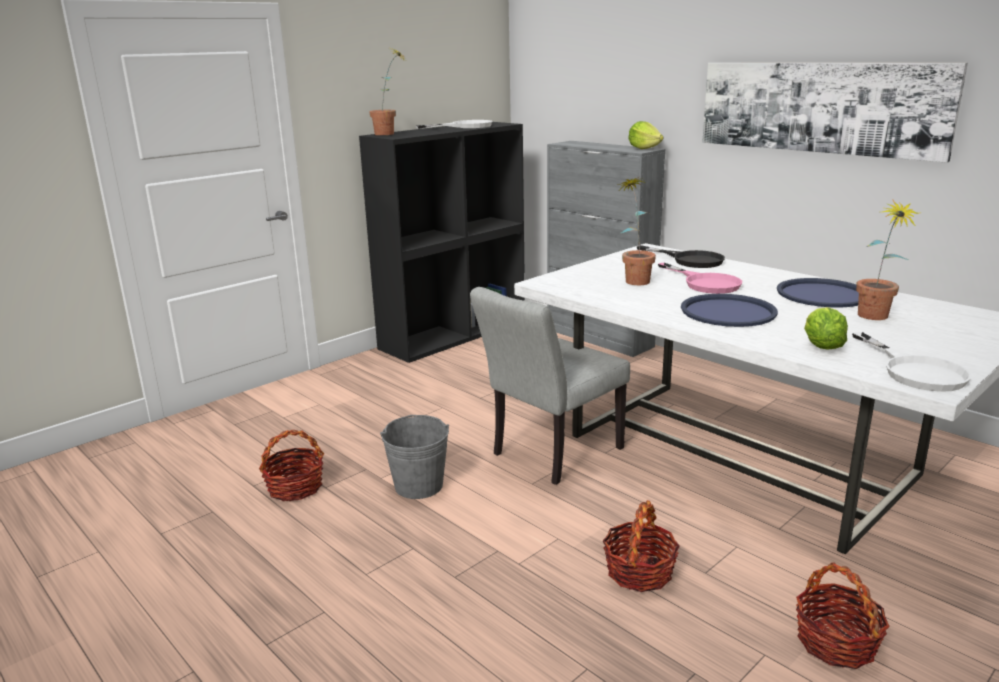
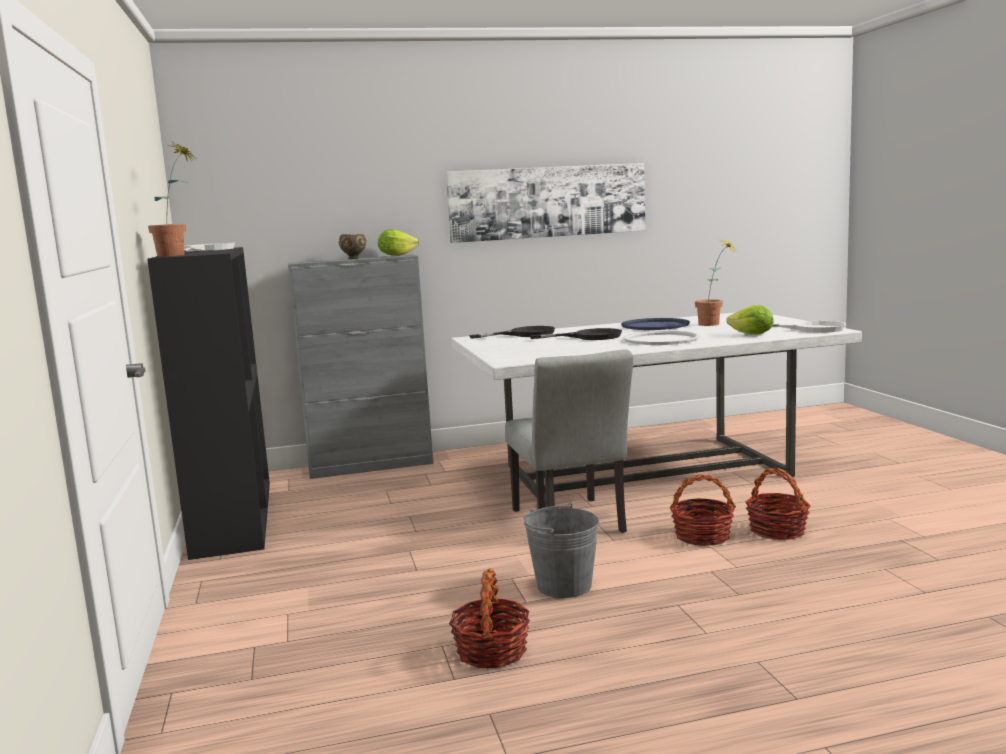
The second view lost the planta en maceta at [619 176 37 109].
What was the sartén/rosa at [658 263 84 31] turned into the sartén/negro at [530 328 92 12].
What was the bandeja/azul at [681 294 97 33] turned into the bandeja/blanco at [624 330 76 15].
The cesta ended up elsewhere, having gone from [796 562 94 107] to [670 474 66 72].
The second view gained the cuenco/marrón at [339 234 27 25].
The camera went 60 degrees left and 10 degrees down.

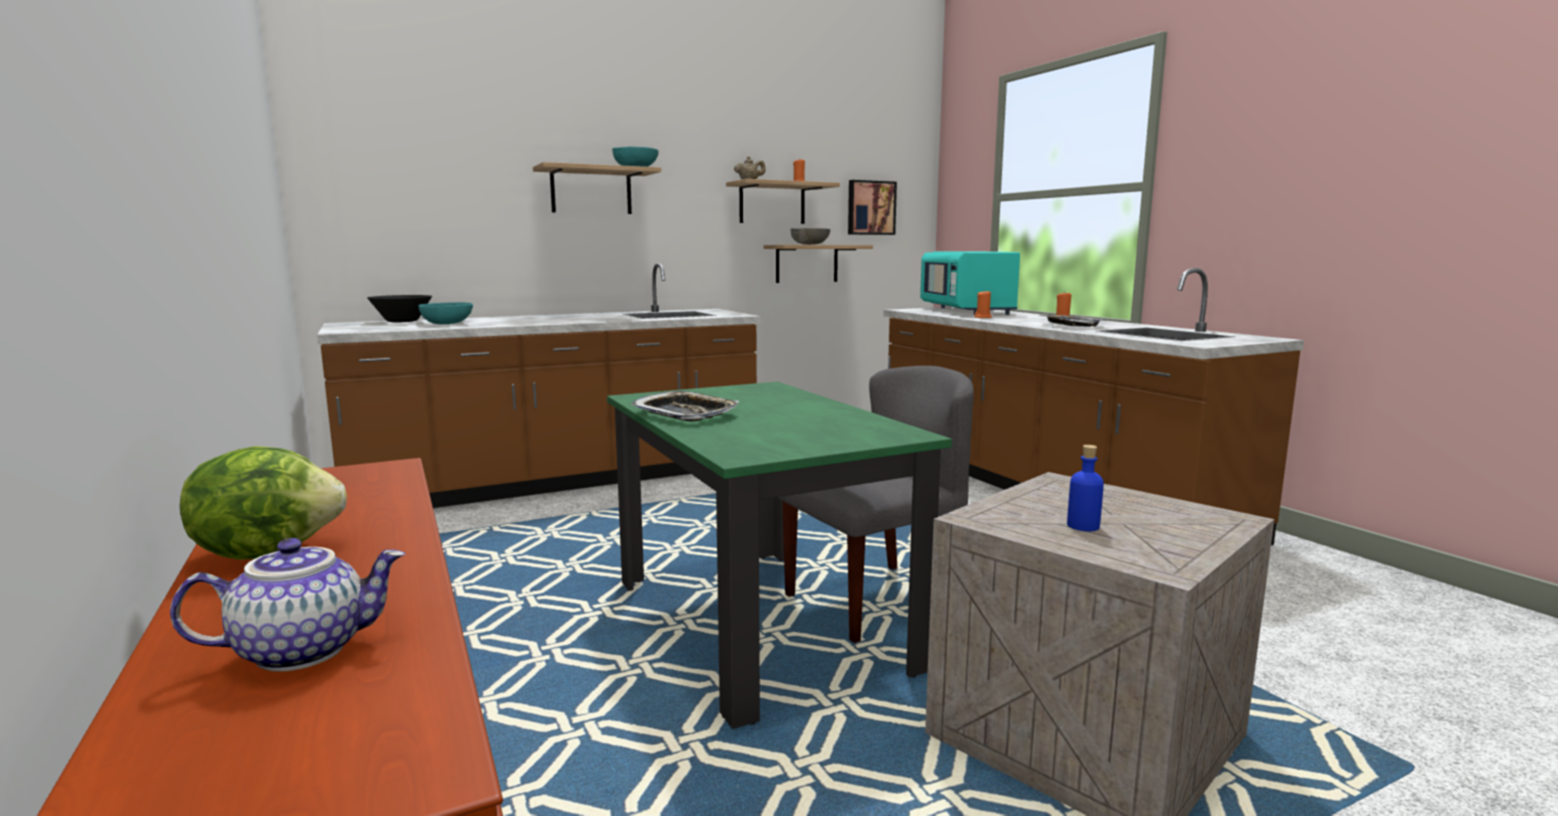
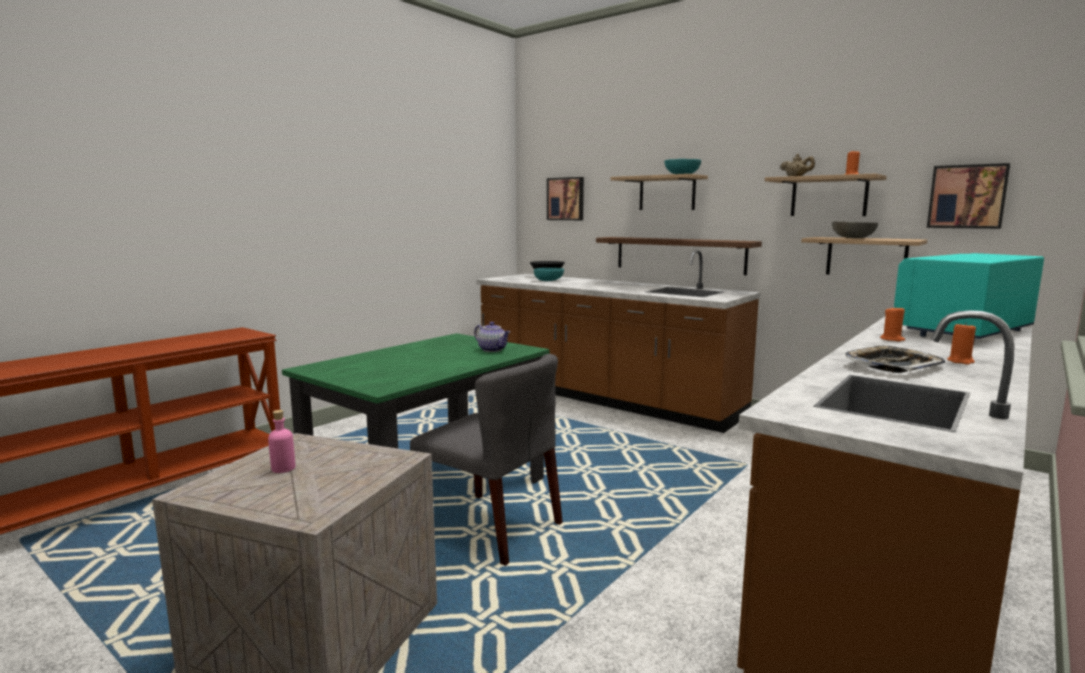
The second view lost the bandeja at [631 391 108 30].
What was the botella/azul at [1067 445 37 86] turned into the botella/rosa at [268 410 27 63].
The second view lost the lechuga at [180 446 167 114].
The tetera ended up elsewhere, having gone from [170 538 235 134] to [474 322 36 30].
The second view gained the cuadro at [547 177 37 43].
The second view gained the estante/marrón at [596 237 166 38].
The camera went 65 degrees right and 0 degrees up.

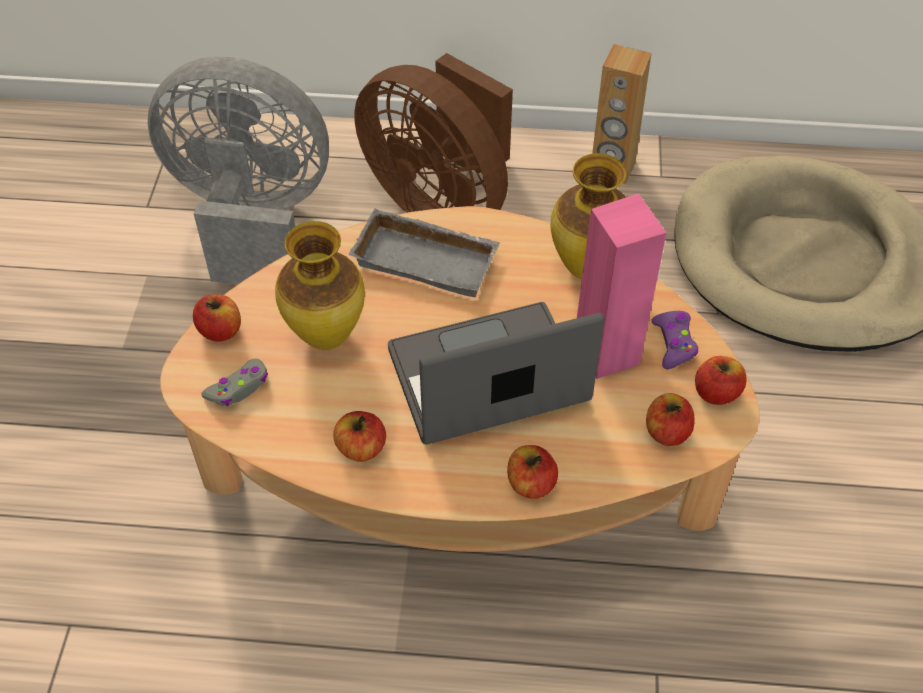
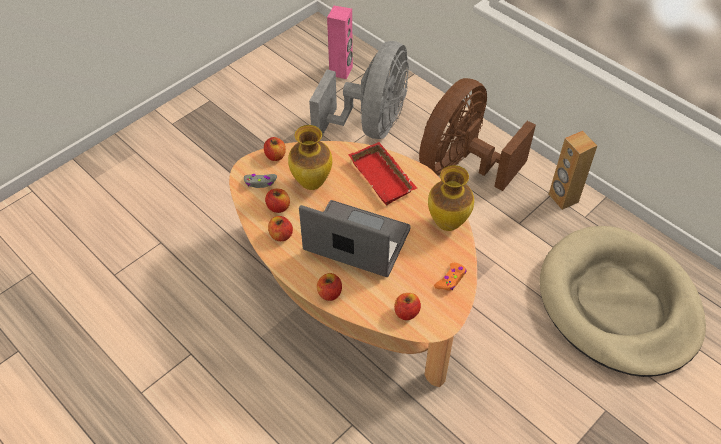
The ventilador/marrón at [354 53 159 160] ended up facing another way, 45 degrees clockwise from before.
The ventilador/gris at [148 57 181 228] ended up facing another way, 60 degrees clockwise from before.
The altavoz/rosa ended up elsewhere, having gone from [577 193 89 186] to [327 6 26 73].
What was the bandeja/gris at [349 208 151 89] turned into the bandeja/rojo at [349 142 68 63].
What was the mando de consola/morado at [651 311 47 59] turned into the mando de consola/naranja at [434 263 32 28].
The manzana ended up elsewhere, having gone from [695 356 52 49] to [265 189 25 24].
The camera went 40 degrees right and 0 degrees up.

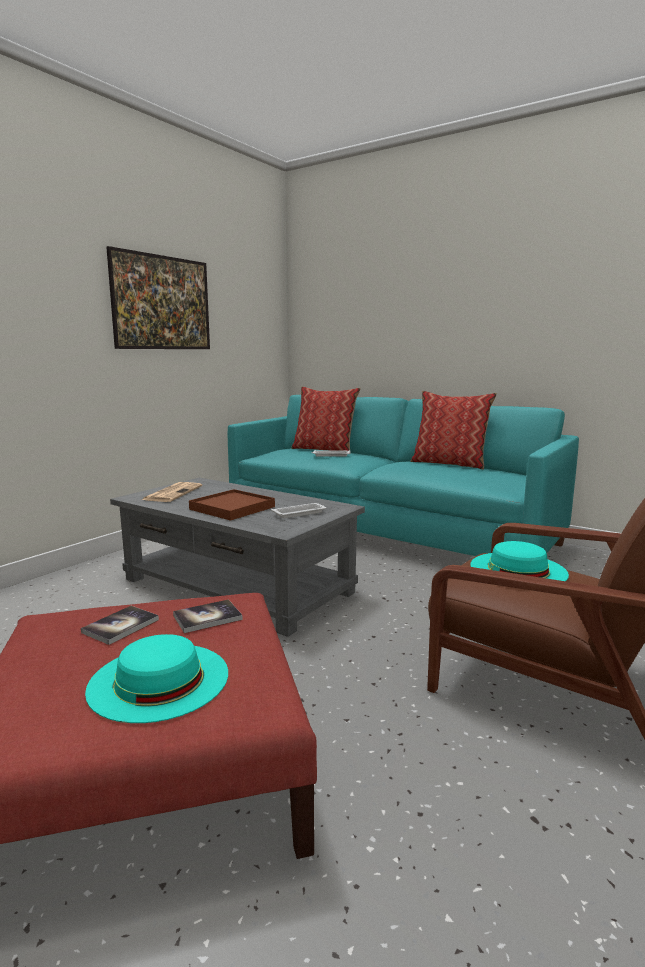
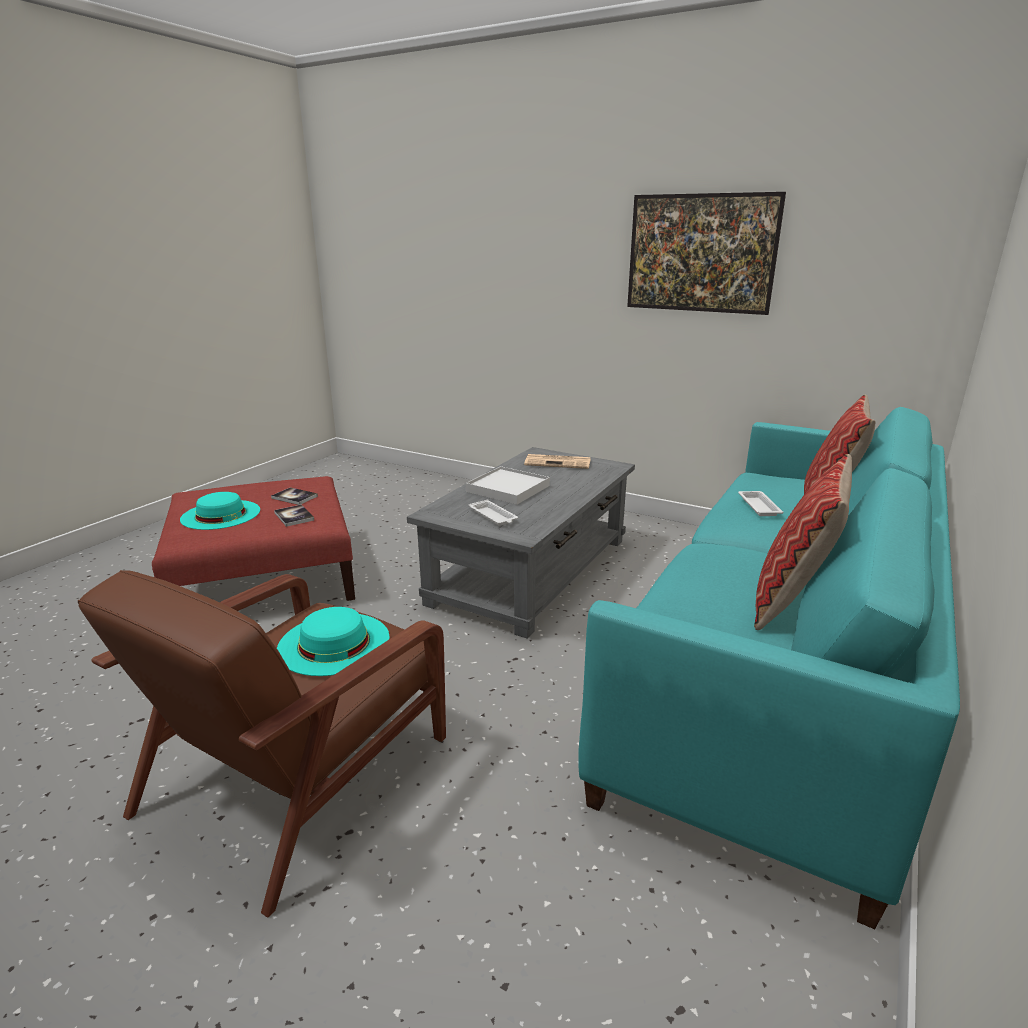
What was the bandeja/marrón at [189 489 86 32] turned into the bandeja/blanco at [466 466 84 39].
The camera went 85 degrees right and 10 degrees up.

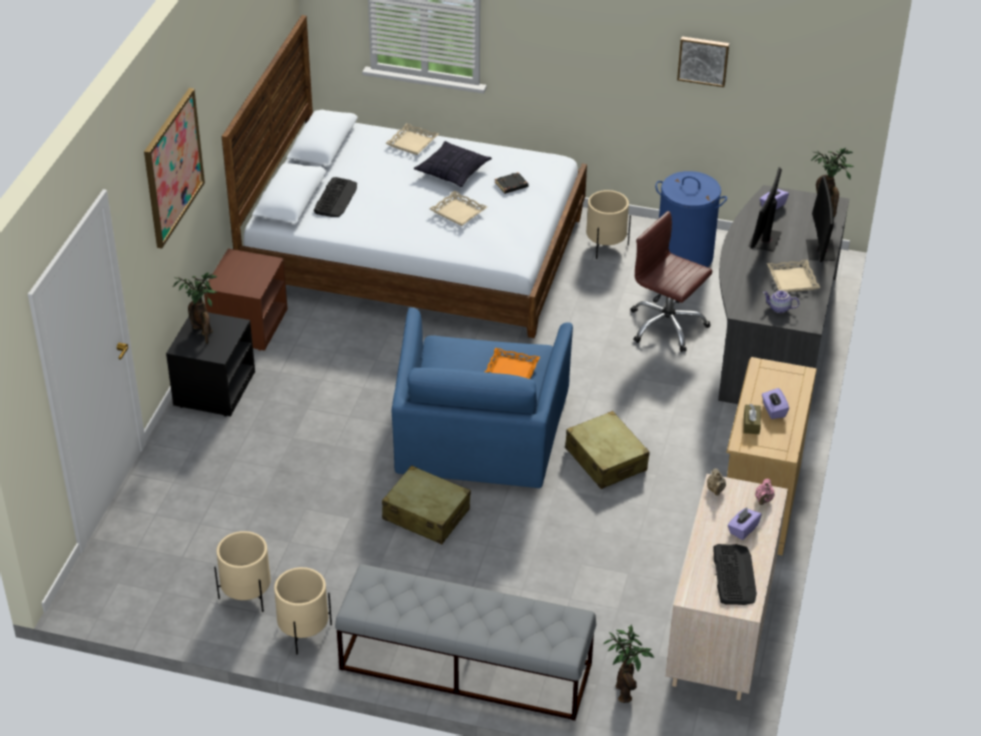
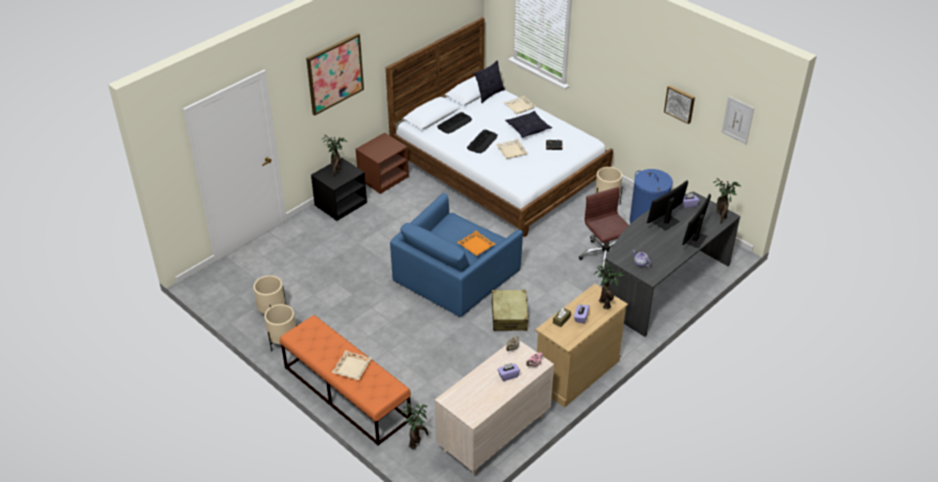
The bandeja/beis ended up elsewhere, having gone from [767 260 53 32] to [332 350 40 30].
The second view lost the maleta/beis at [382 465 89 79].
The teclado ended up elsewhere, having gone from [713 544 44 61] to [467 130 31 23].
What was the banco/gris at [335 564 261 157] turned into the banco/naranja at [280 315 131 131].
The second view gained the cojín at [474 60 31 43].
The second view gained the cuadro at [722 96 32 48].
The second view gained the planta en maceta at [594 261 31 48].
The camera went 30 degrees right and 0 degrees up.

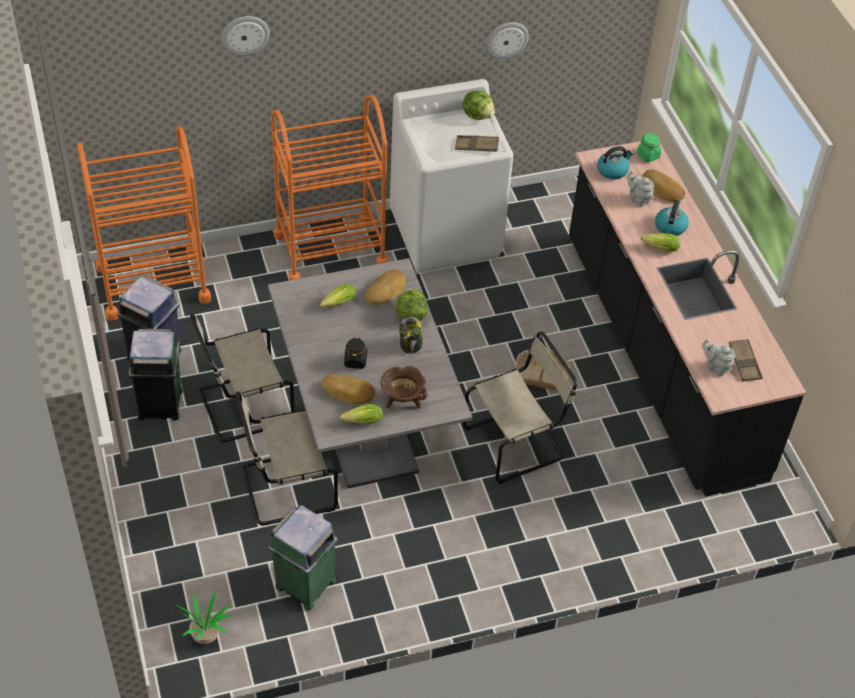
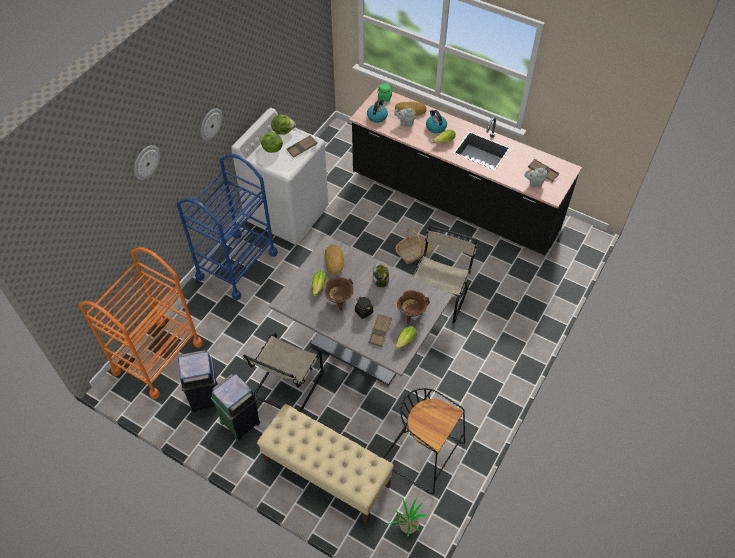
The reloj de pared ended up elsewhere, having gone from [485 22 44 37] to [201 108 21 33].
What was the carrito/naranja at [271 95 117 186] turned into the carrito/azul at [177 154 101 146].
The lechuga ended up elsewhere, having gone from [396 289 32 32] to [260 132 23 21].
Where the pan stood at [321 374 54 30], the bandeja/marrón came to stand at [368 314 24 33].
The second view lost the silla/beis at [236 391 102 134].
Where the papelera/verde stood at [268 505 70 106], the taburete/negro came to stand at [383 388 82 106].
The second view gained the olla/marrón at [325 277 29 34].
The second view gained the banco/beis at [257 404 137 119].
The camera went 40 degrees left and 5 degrees up.

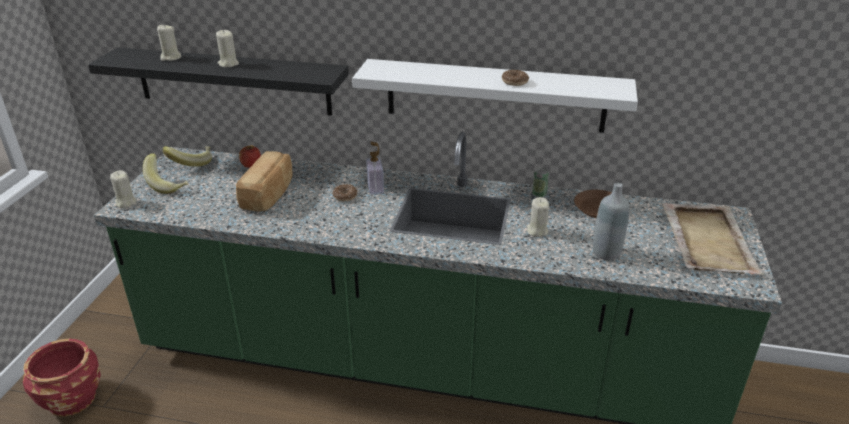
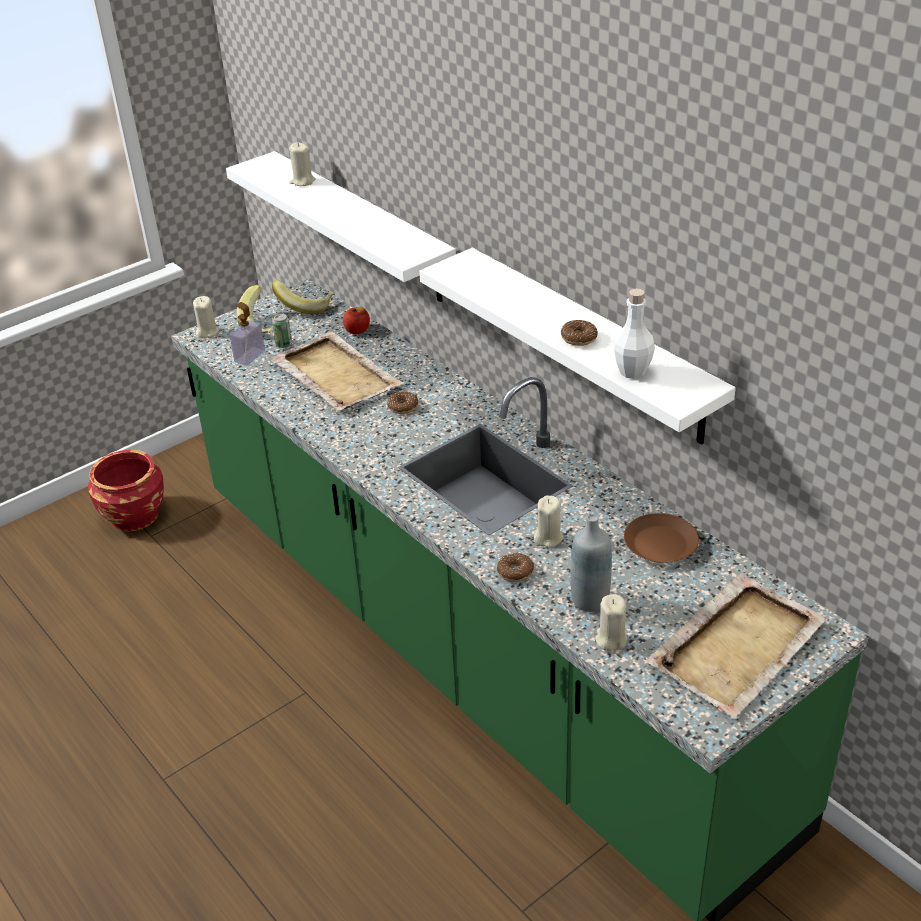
The vela/beis ended up elsewhere, having gone from [216 30 23 37] to [595 594 32 57].
What was the estante/negro at [88 47 261 69] turned into the estante/blanco at [226 151 230 151].
The dispensador de jabón ended up elsewhere, having gone from [366 142 18 53] to [230 302 35 64].
Where the pan stood at [236 151 57 61], the bandeja/beis came to stand at [269 331 135 80].
The lata ended up elsewhere, having gone from [532 168 17 29] to [272 313 20 35].
The second view gained the botella/blanco at [613 289 42 90].
The second view gained the rosquilla at [497 553 37 29].
The camera went 40 degrees right and 5 degrees up.

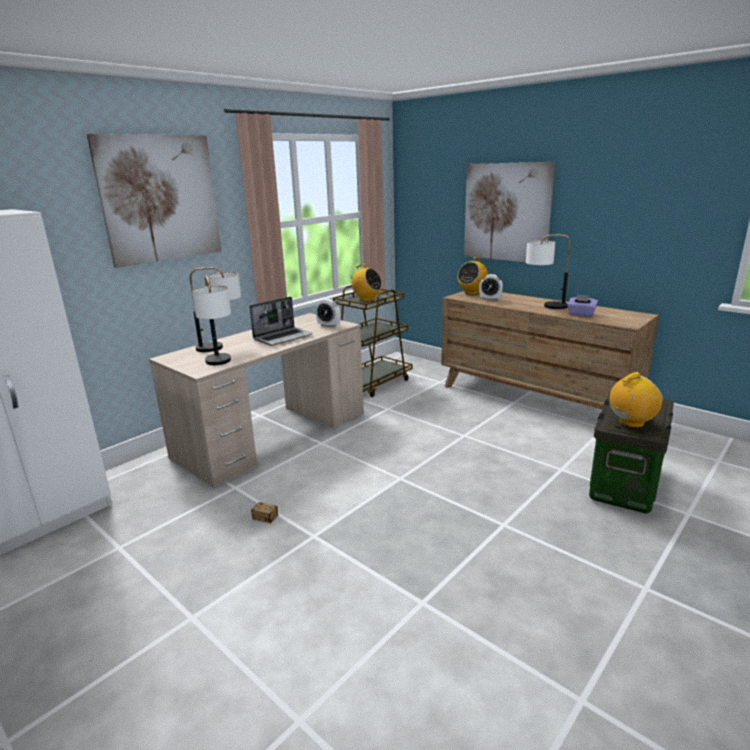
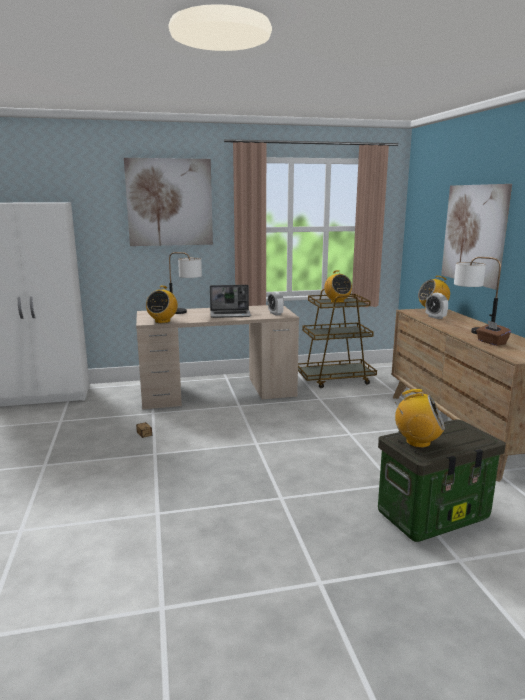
Where the lámpara de mesa stood at [192 275 39 90], the radio came to stand at [146 286 32 37].
What was the caja de pañuelos/morado at [567 294 31 23] turned into the caja de pañuelos/marrón at [476 321 35 25].
The camera went 35 degrees right and 5 degrees down.

